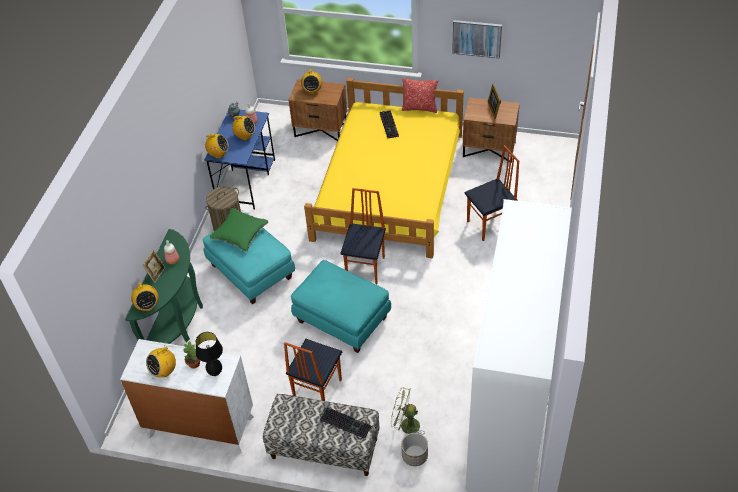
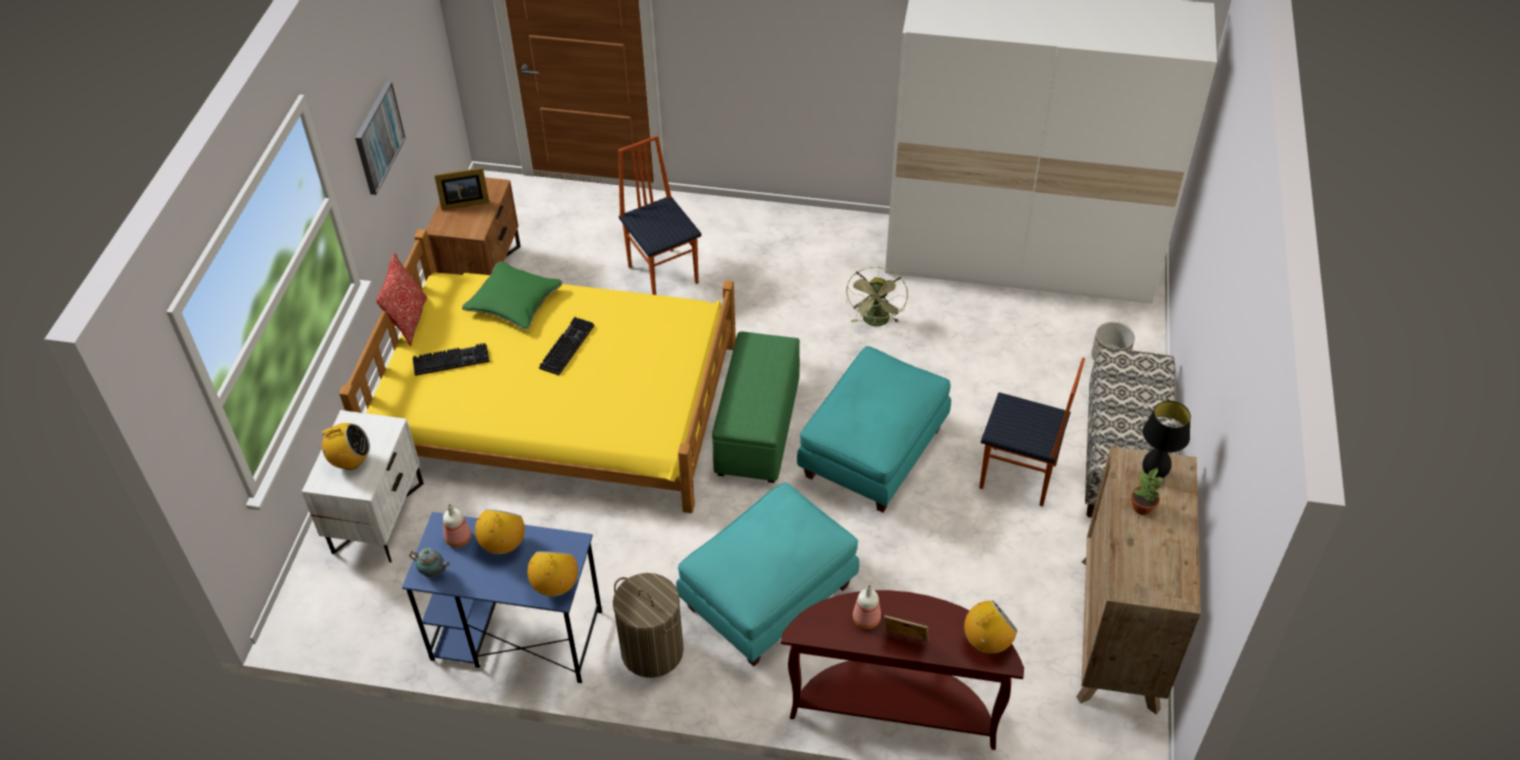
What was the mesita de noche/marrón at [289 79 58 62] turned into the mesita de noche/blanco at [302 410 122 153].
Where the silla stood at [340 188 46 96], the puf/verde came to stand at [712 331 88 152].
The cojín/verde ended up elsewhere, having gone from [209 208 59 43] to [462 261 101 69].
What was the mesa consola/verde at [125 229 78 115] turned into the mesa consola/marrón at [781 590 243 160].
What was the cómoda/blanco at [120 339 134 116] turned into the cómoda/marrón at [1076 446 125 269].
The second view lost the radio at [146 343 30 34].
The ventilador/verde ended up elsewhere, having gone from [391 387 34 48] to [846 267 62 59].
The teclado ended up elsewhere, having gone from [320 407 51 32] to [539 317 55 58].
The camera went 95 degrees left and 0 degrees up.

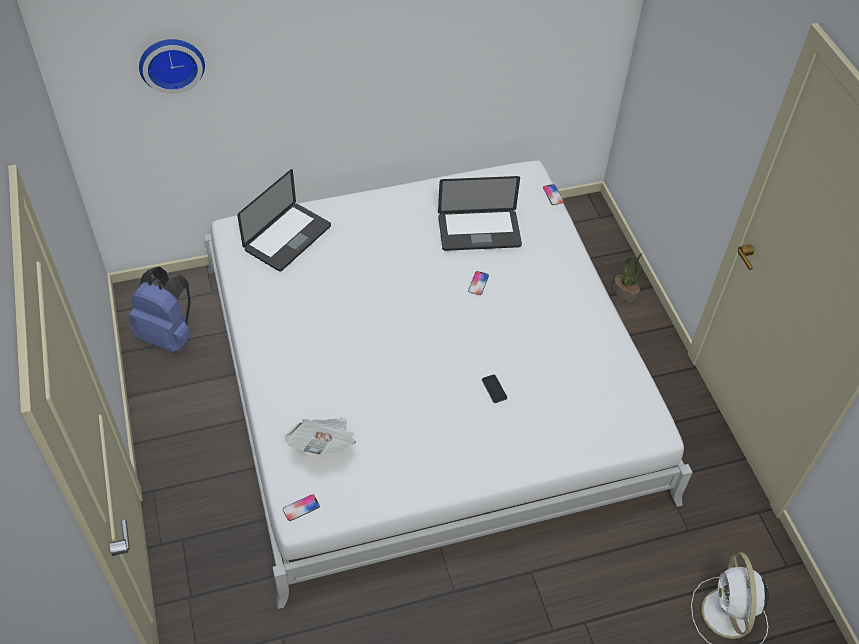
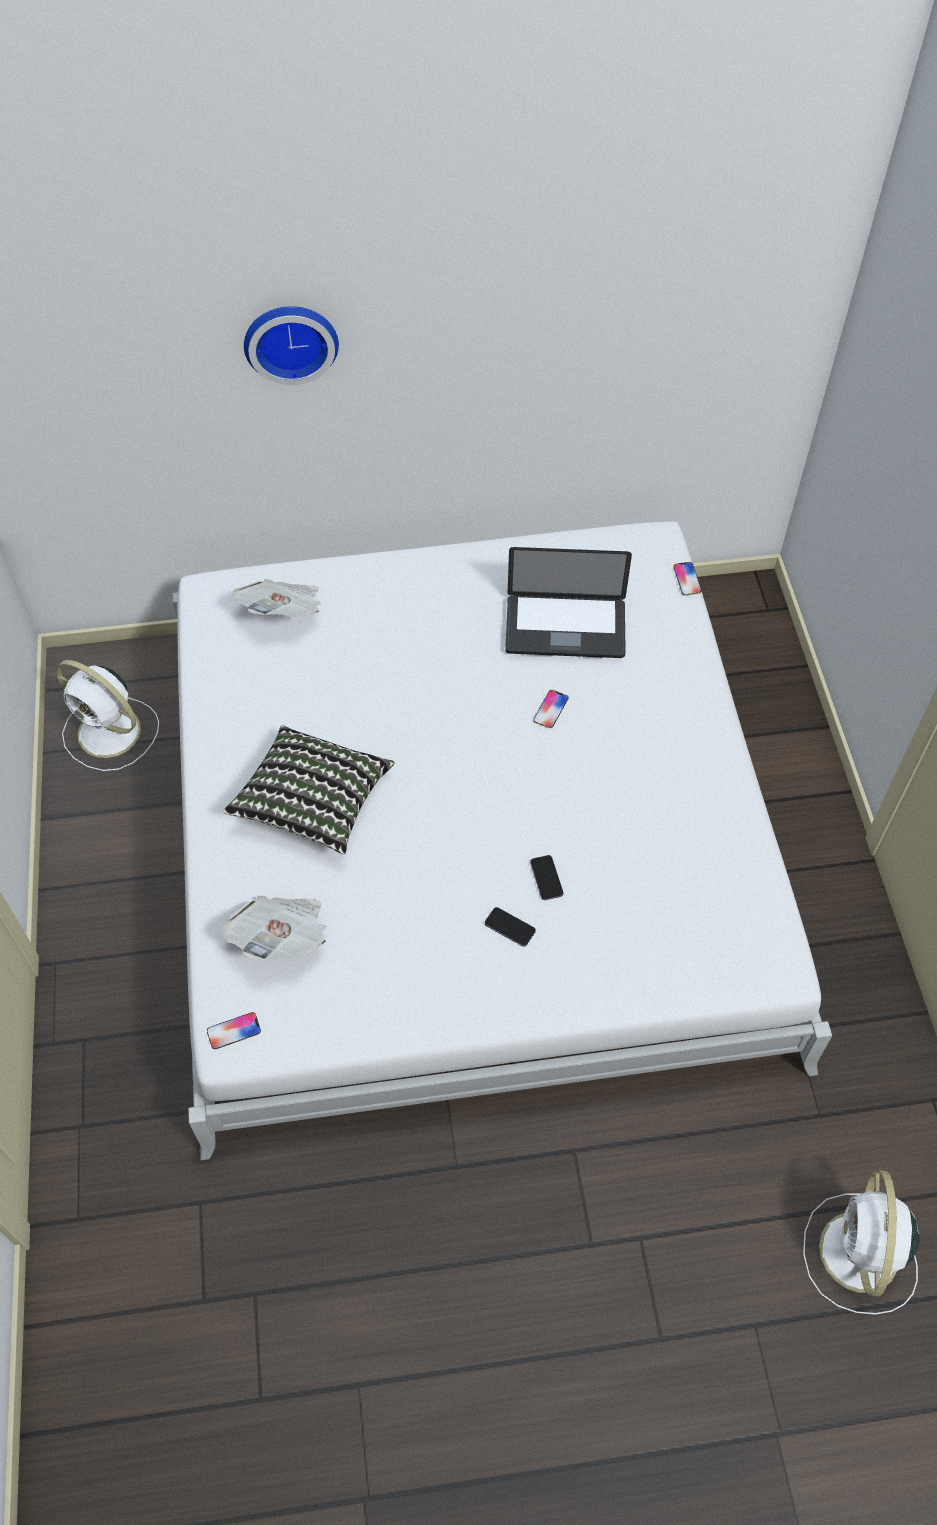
The reloj de pared ended up elsewhere, having gone from [139 39 66 55] to [244 306 95 79].
Where the portátil stood at [237 169 94 103], the periódico came to stand at [232 579 89 39].
The second view lost the planta en maceta at [613 253 30 50].
Where the mochila/azul stood at [129 266 62 87], the ventilador/blanco came to stand at [56 660 103 111].
The second view gained the cojín at [223 725 172 130].
The second view gained the móvil at [485 907 51 40].
The camera went 10 degrees right and 5 degrees up.

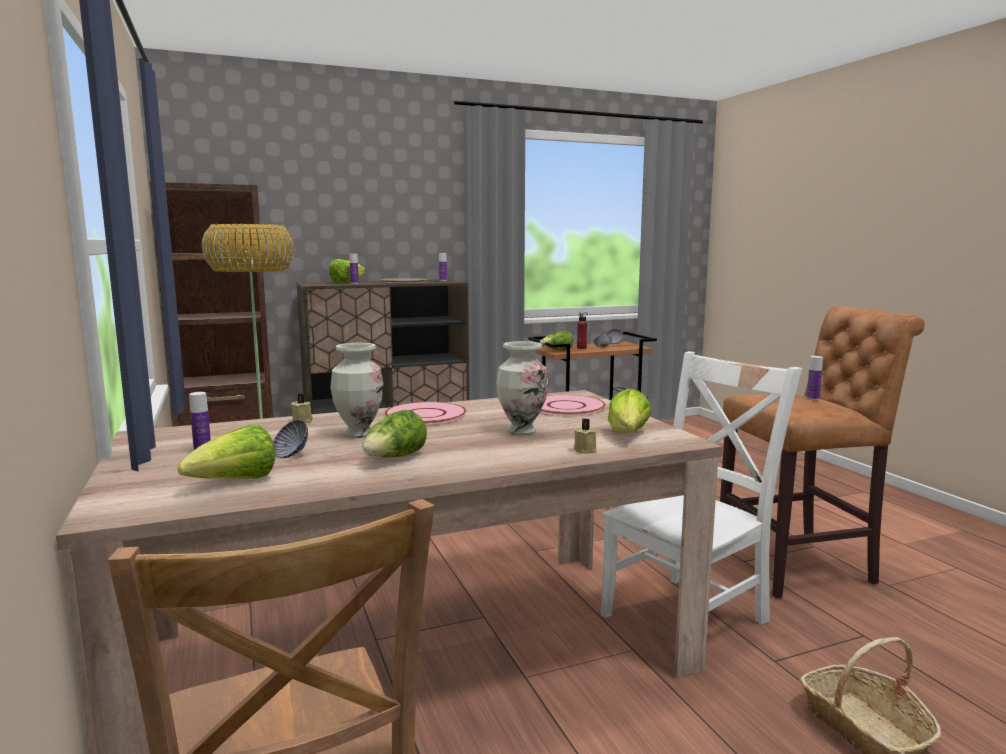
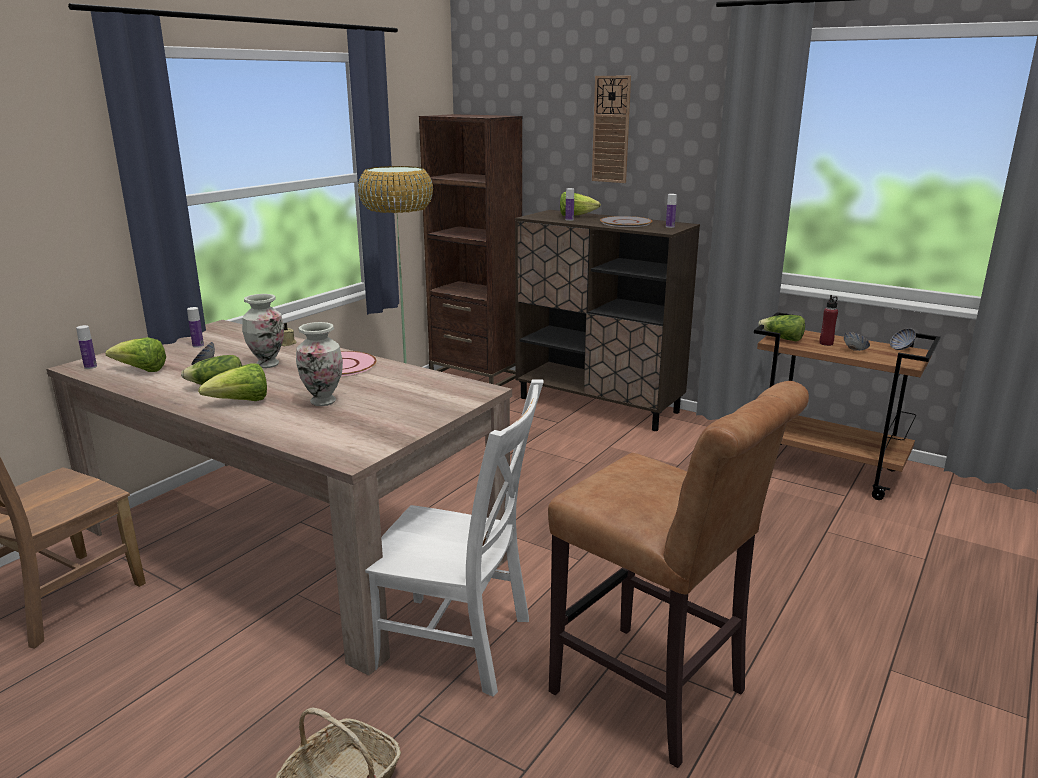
The botella ended up elsewhere, having gone from [807 356 16 44] to [76 325 21 44].
The lechuga ended up elsewhere, having gone from [608 388 44 45] to [198 363 69 38].
The second view lost the plato/rosa at [540 395 66 21].
The second view lost the vela/beis at [574 419 23 35].
The second view gained the reloj de pared at [592 76 39 107].
The camera went 55 degrees right and 10 degrees up.

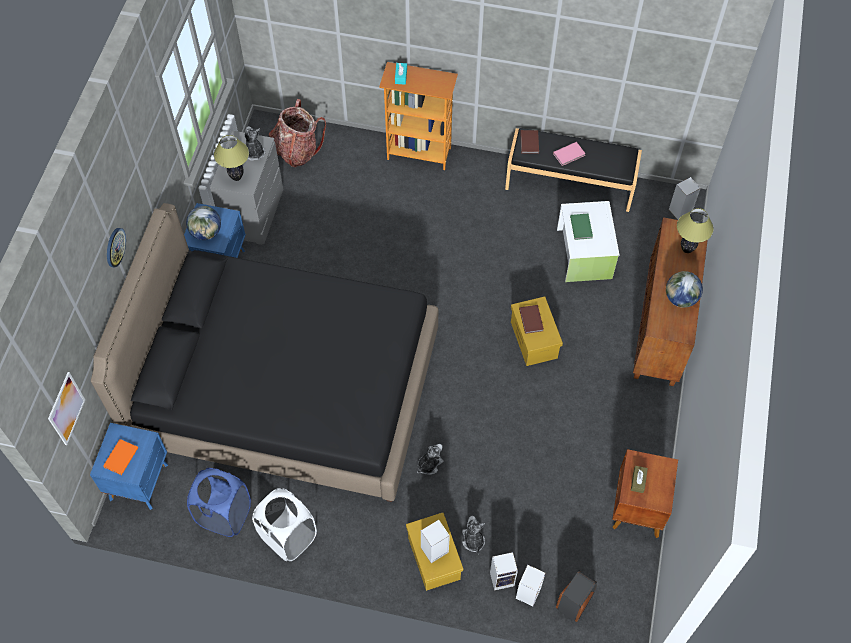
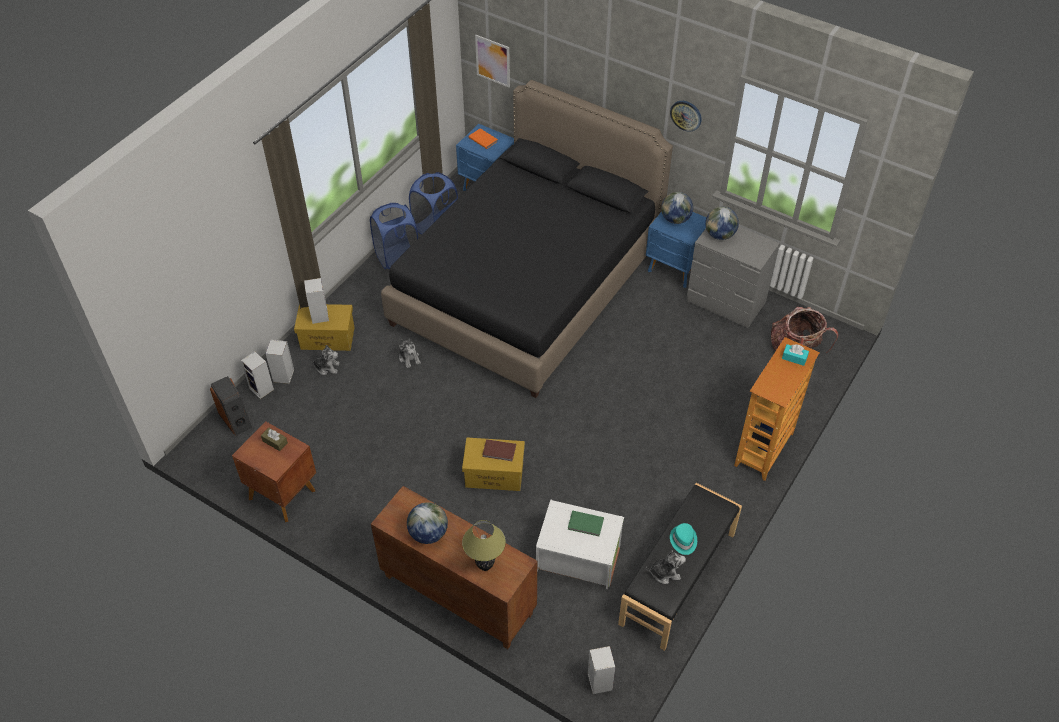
The peluche ended up elsewhere, having gone from [245 126 20 35] to [646 550 40 34].
The second view lost the libro/marrón at [520 130 19 24].
Where the lámpara de mesa stood at [214 135 35 46], the globo terráqueo came to stand at [705 207 34 33].
Where the libro/rosa stood at [553 142 33 24], the sombrero/turquesa came to stand at [670 523 27 32].
The reloj de pared ended up elsewhere, having gone from [107 228 19 39] to [670 101 32 31].
What was the cesto de la ropa/blanco at [252 488 65 73] turned into the cesto de la ropa/azul at [370 203 48 66].
The camera went 110 degrees right and 10 degrees down.

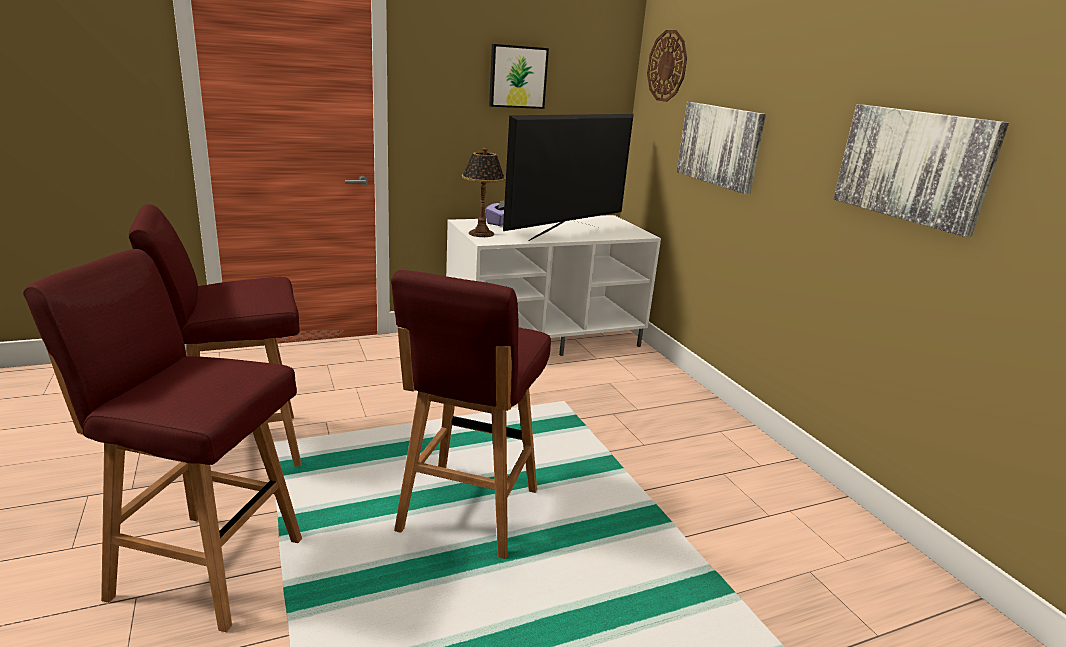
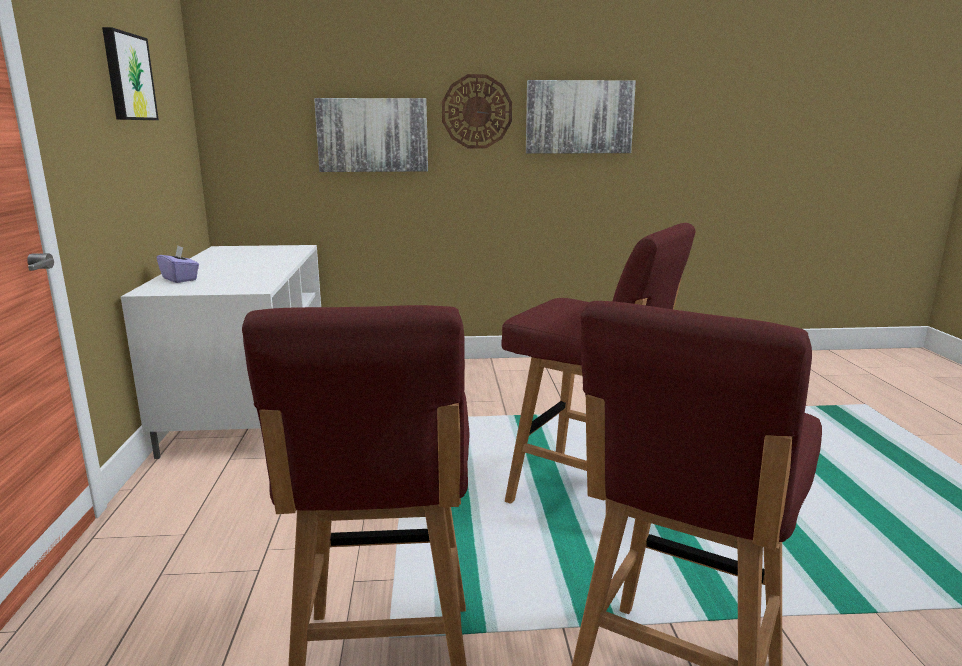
The reloj de pared ended up elsewhere, having gone from [647 30 40 72] to [442 74 70 74].
The second view lost the televisor at [503 114 131 127].
The second view lost the lámpara de mesa at [462 147 44 90].
The camera went 70 degrees left and 5 degrees down.

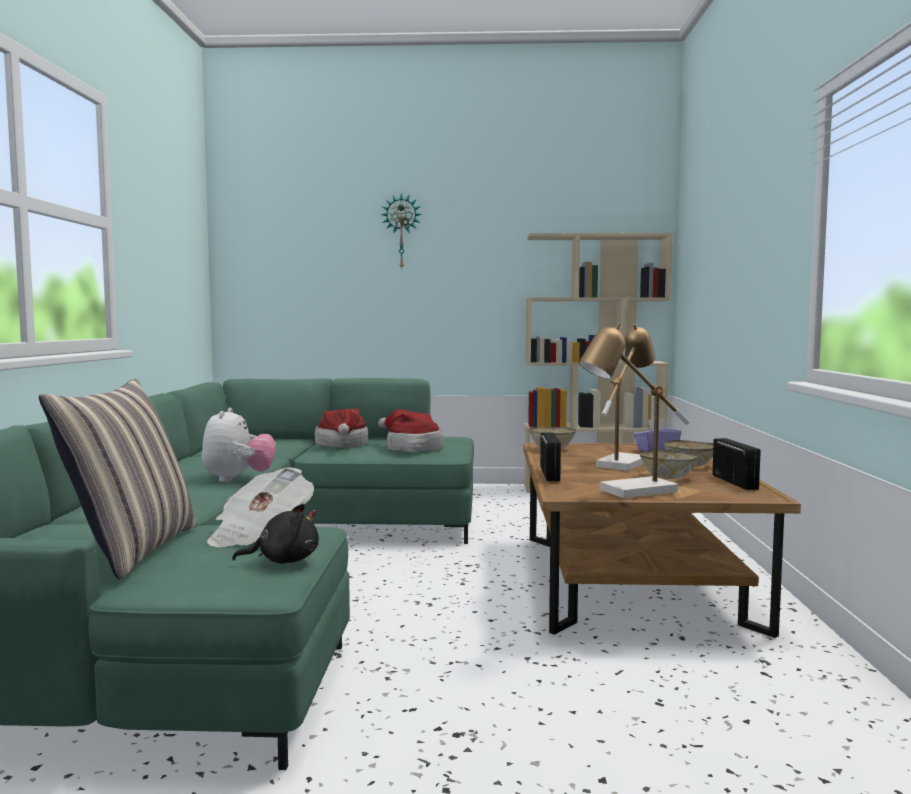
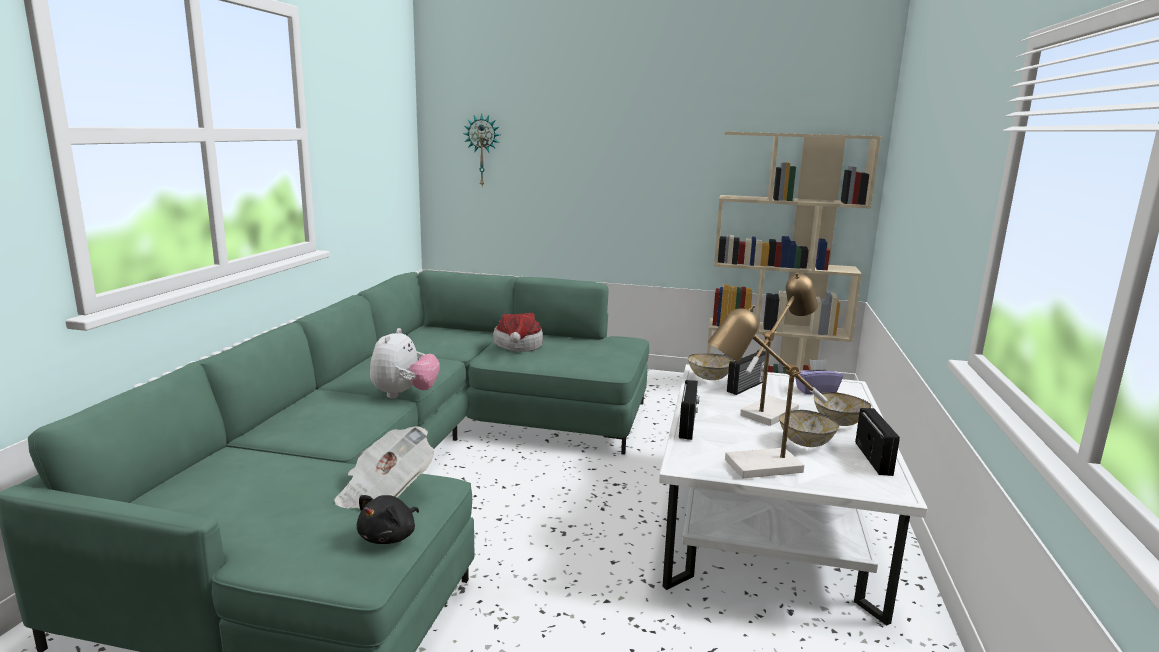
The reloj de pared ended up elsewhere, having gone from [381 193 41 77] to [463 113 37 73].
The second view lost the cojín at [39 379 158 201].
The second view lost the sombrero at [378 409 66 43].
What was the mesa de centro/marrón at [523 443 278 195] turned into the mesa de centro/blanco at [659 364 269 262].
The peluche/negro at [232 504 87 60] ended up facing another way, 120 degrees clockwise from before.
The second view gained the radio at [727 350 39 45].
The camera went 10 degrees right and 10 degrees up.

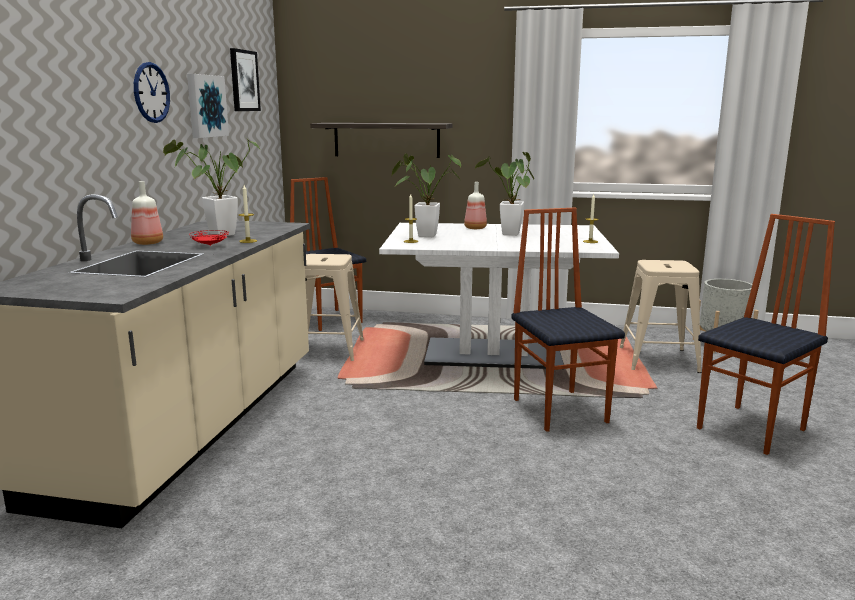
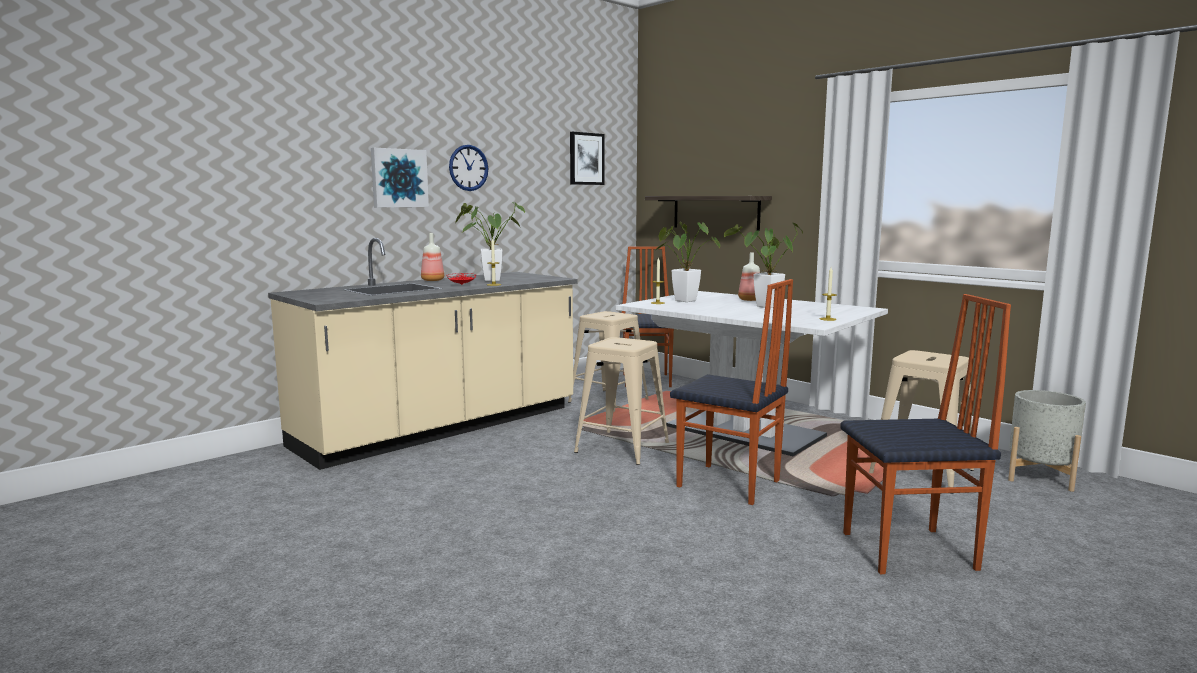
The cuadro ended up elsewhere, having gone from [187 74 42 64] to [371 148 58 59].
The silla at [511 207 114 225] ended up facing another way, 105 degrees clockwise from before.
The second view gained the taburete/beis at [574 337 95 128].
The camera went 35 degrees right and 5 degrees down.

